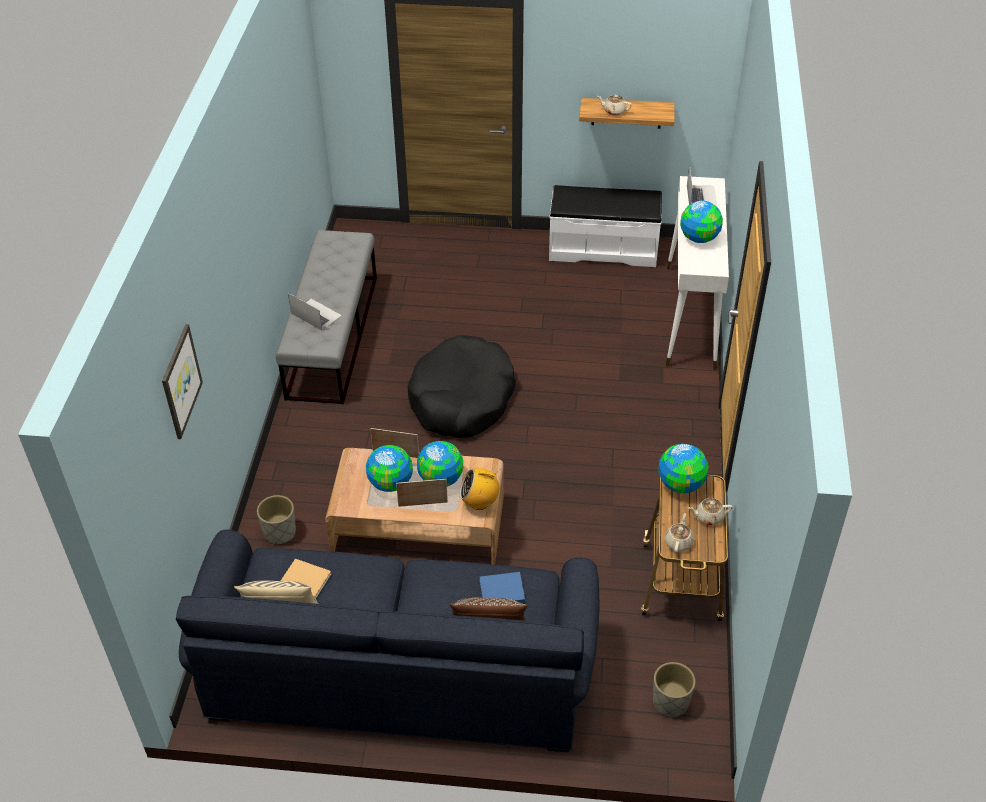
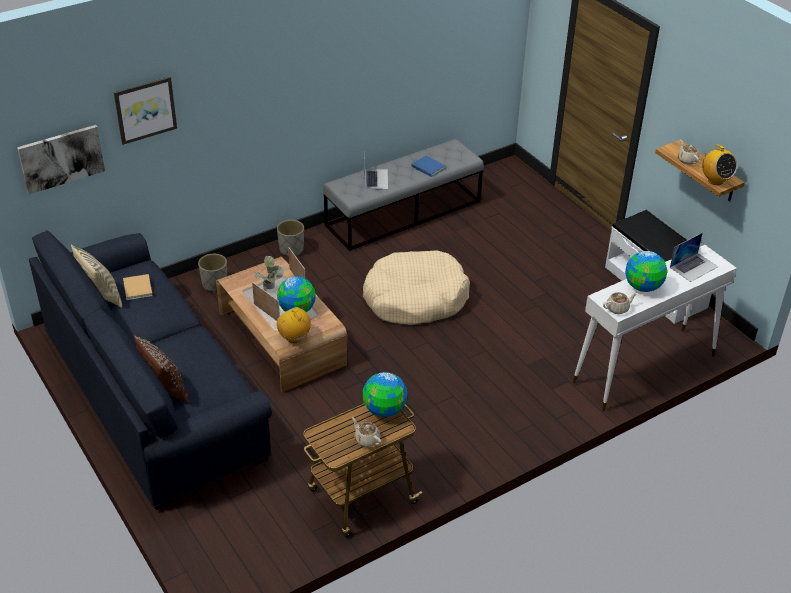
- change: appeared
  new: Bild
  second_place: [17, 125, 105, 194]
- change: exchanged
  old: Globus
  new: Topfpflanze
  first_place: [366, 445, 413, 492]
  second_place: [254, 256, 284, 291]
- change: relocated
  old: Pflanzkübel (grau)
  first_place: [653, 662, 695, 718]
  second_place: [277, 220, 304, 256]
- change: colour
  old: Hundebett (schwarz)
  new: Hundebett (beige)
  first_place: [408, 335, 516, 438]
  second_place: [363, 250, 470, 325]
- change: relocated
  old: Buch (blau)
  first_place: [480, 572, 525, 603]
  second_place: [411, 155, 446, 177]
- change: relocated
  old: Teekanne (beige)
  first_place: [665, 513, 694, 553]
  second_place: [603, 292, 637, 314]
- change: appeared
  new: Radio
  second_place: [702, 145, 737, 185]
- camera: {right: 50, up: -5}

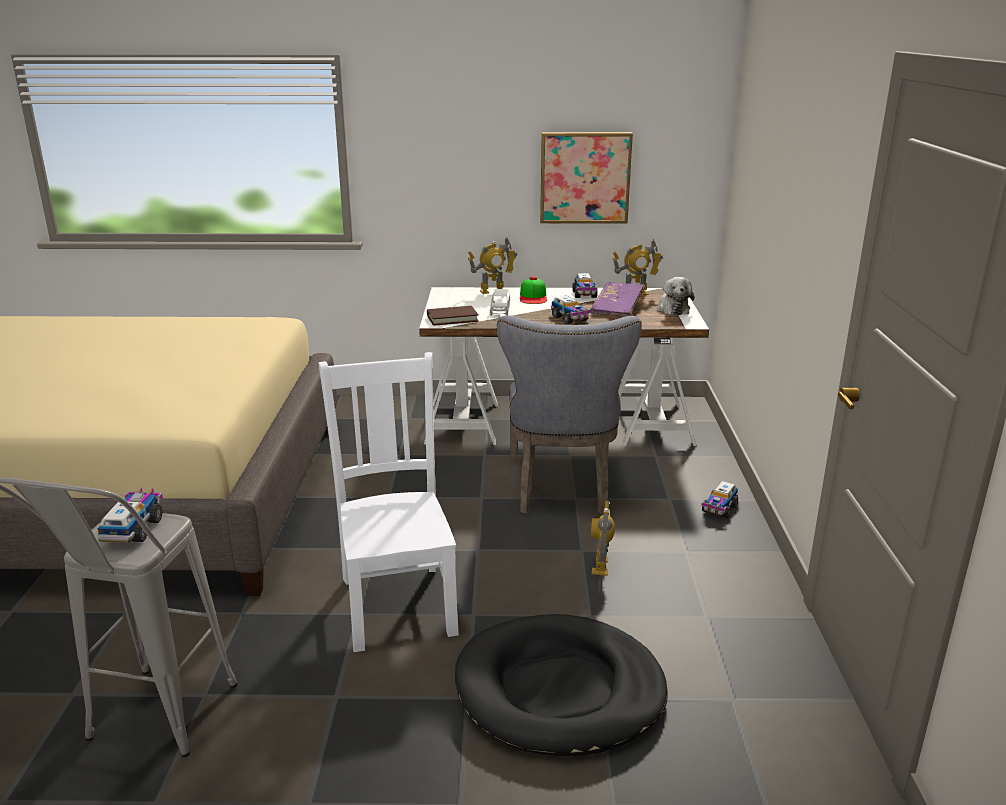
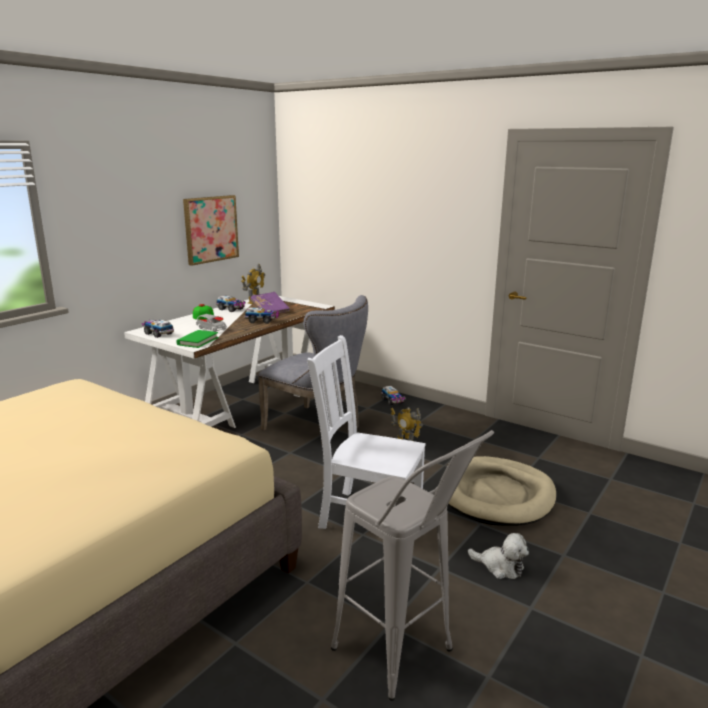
- change: relocated
  old: Spielzeuglaster
  first_place: [97, 488, 163, 543]
  second_place: [142, 320, 174, 338]
- change: colour
  old: Buch (braun)
  new: Buch (grün)
  first_place: [427, 306, 479, 326]
  second_place: [176, 330, 218, 348]
- change: colour
  old: Hundebett (schwarz)
  new: Hundebett (beige)
  first_place: [455, 614, 668, 756]
  second_place: [448, 456, 556, 526]
- change: relocated
  old: Plüschtier
  first_place: [657, 277, 694, 315]
  second_place: [468, 533, 529, 579]
- change: missing
  old: Spielzeugroboter
  first_place: [467, 237, 517, 294]
- camera: {right: -55, up: -5}

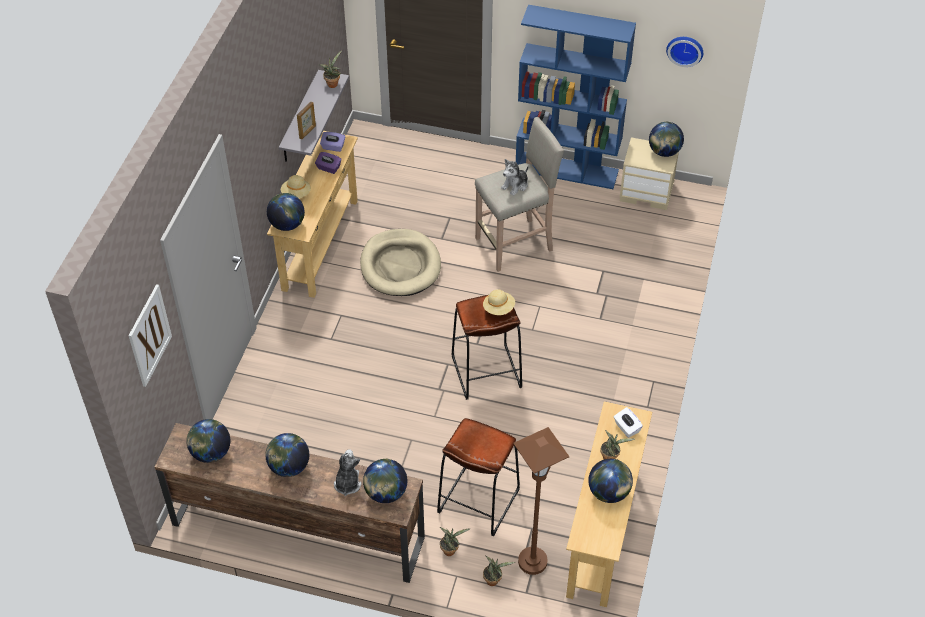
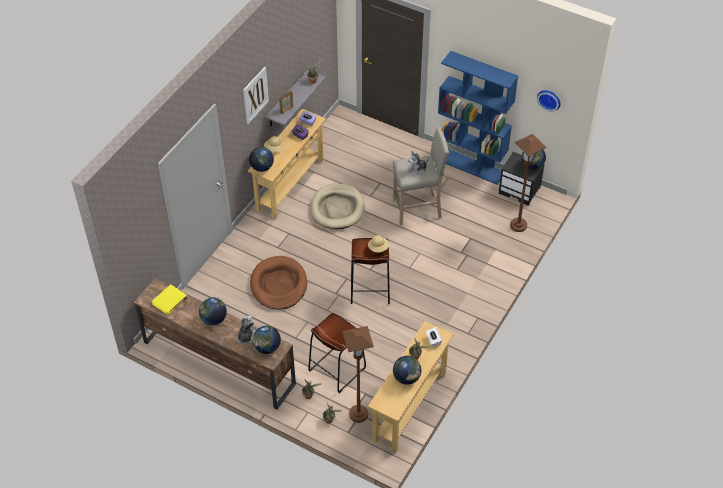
- change: exchanged
  old: Globus
  new: Buch (gelb)
  first_place: [186, 419, 231, 463]
  second_place: [152, 284, 188, 315]
- change: relocated
  old: Bild
  first_place: [129, 284, 172, 387]
  second_place: [243, 67, 269, 124]
- change: appeared
  new: Hundebett (braun)
  second_place: [250, 256, 307, 310]
- change: colour
  old: Nachttisch (beige)
  new: Nachttisch (schwarz)
  first_place: [620, 137, 679, 210]
  second_place: [499, 152, 545, 206]
- change: appeared
  new: Stehlampe (braun)
  second_place: [510, 134, 547, 232]
- camera: {right: 15, up: 0}

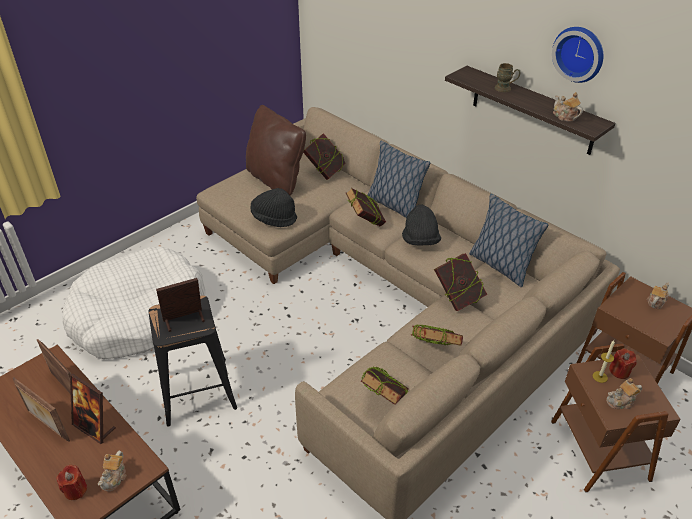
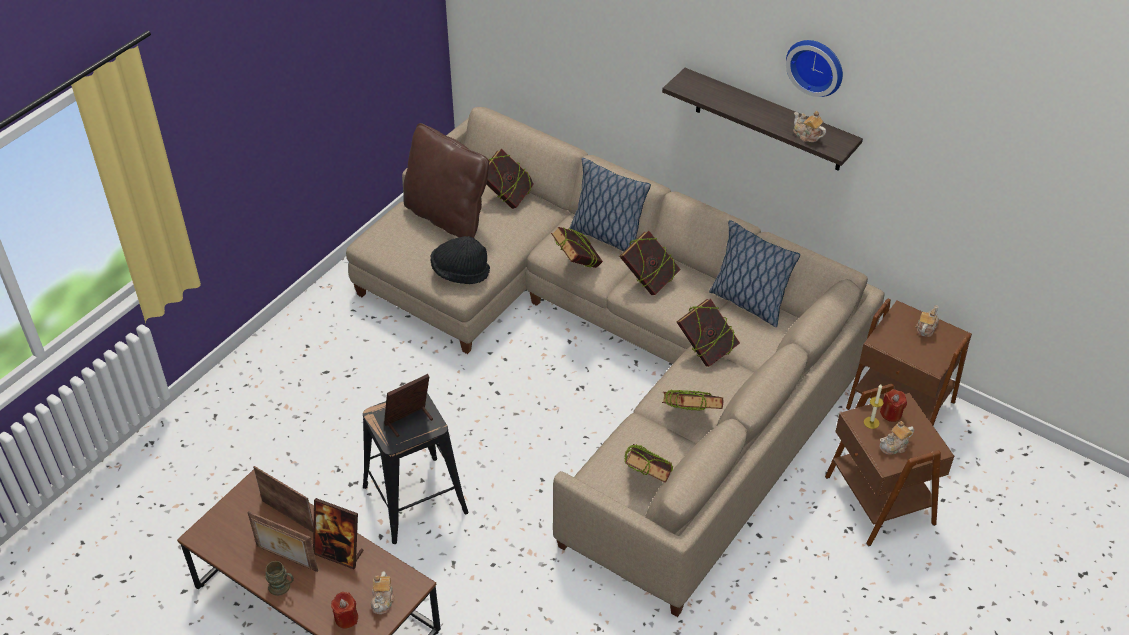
- change: relocated
  old: Henkelbecher (braun)
  first_place: [494, 63, 521, 92]
  second_place: [265, 561, 294, 596]
- change: exchanged
  old: Hut (schwarz)
  new: Buch
  first_place: [402, 204, 441, 246]
  second_place: [619, 231, 681, 295]
- change: missing
  old: Hundebett (weiß)
  first_place: [63, 247, 206, 359]
- camera: {right: -10, up: 5}

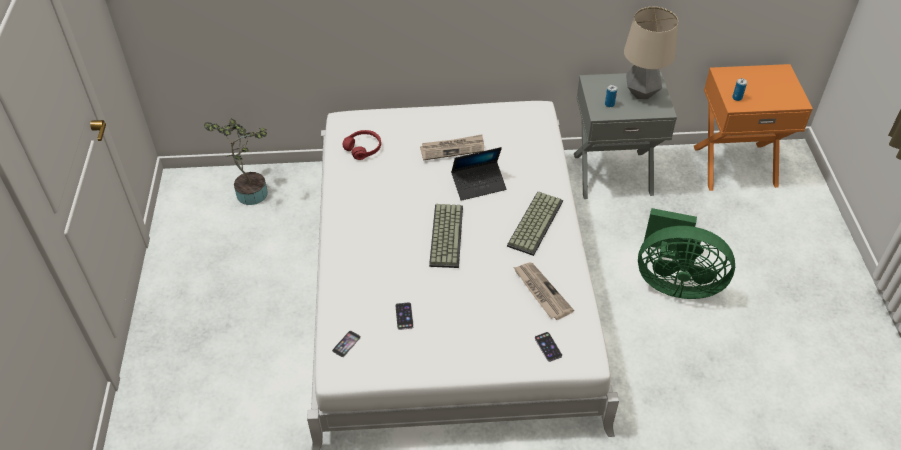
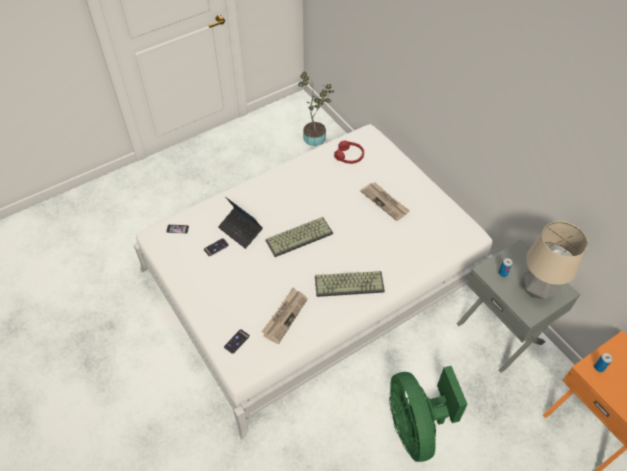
- change: relocated
  old: Laptop
  first_place: [451, 147, 506, 201]
  second_place: [218, 197, 263, 249]
- camera: {right: 60, up: 5}

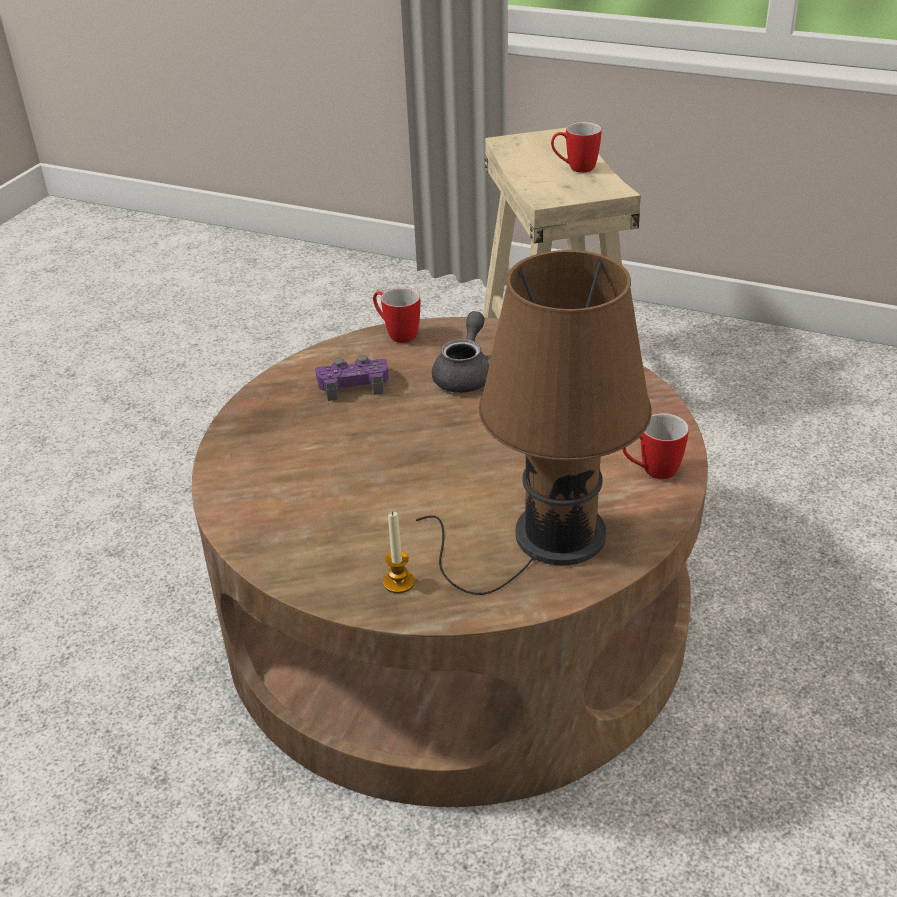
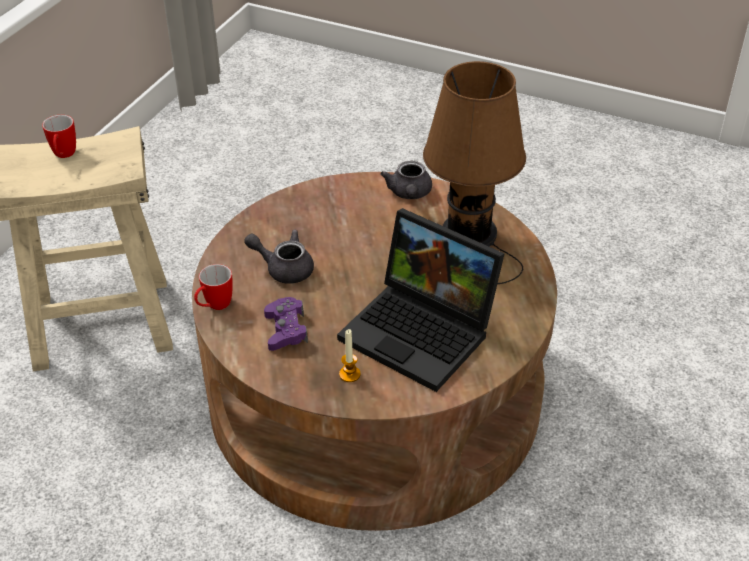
- change: appeared
  new: Laptop
  second_place: [337, 208, 505, 392]
- change: relocated
  old: Kerze
  first_place: [383, 511, 415, 593]
  second_place: [339, 329, 361, 382]
- change: exchanged
  old: Henkelbecher
  new: Teekanne (grau)
  first_place: [622, 413, 689, 479]
  second_place: [380, 161, 432, 199]
- camera: {right: -90, up: 5}

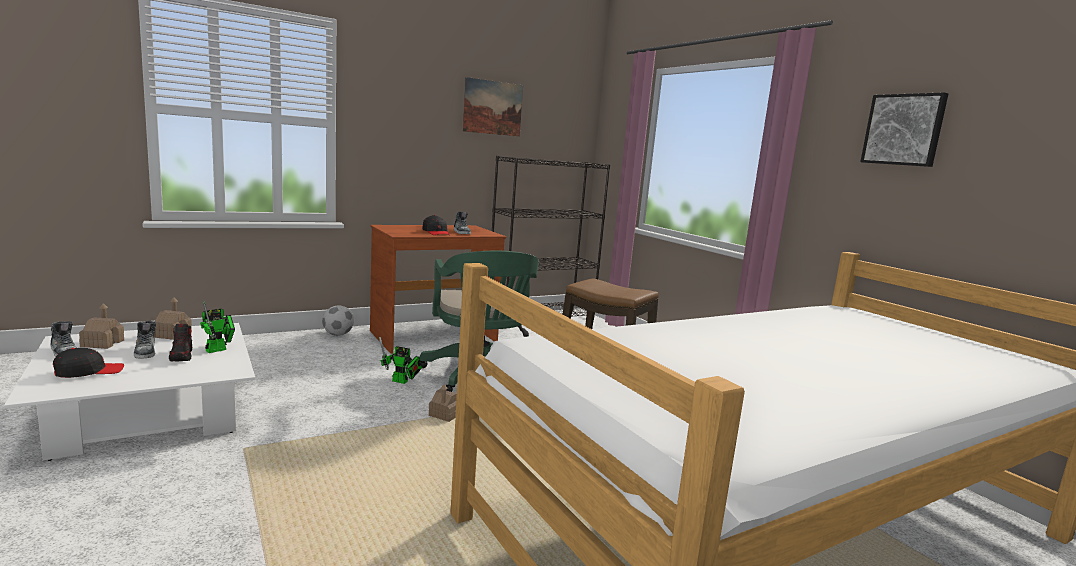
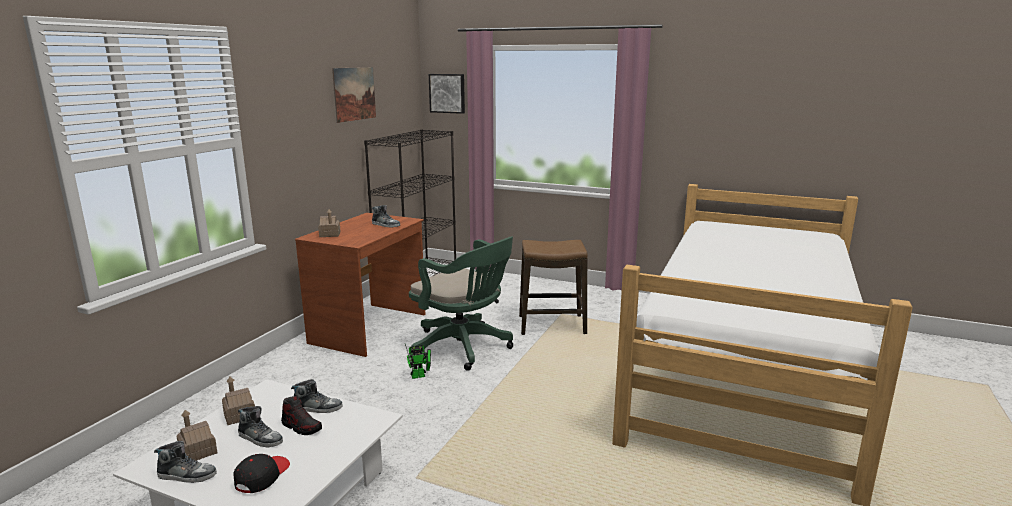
- change: exchanged
  old: Spielzeugroboter
  new: Schuh
  first_place: [200, 300, 235, 353]
  second_place: [291, 379, 342, 413]
- change: relocated
  old: Spielzeughaus
  first_place: [429, 384, 457, 422]
  second_place: [318, 209, 341, 237]
- change: relocated
  old: Bild
  first_place: [860, 92, 948, 167]
  second_place: [429, 74, 465, 114]
- change: missing
  old: Fußball
  first_place: [322, 305, 354, 336]
- change: missing
  old: Kappe (schwarz)
  first_place: [422, 215, 450, 235]
- camera: {right: -35, up: 5}

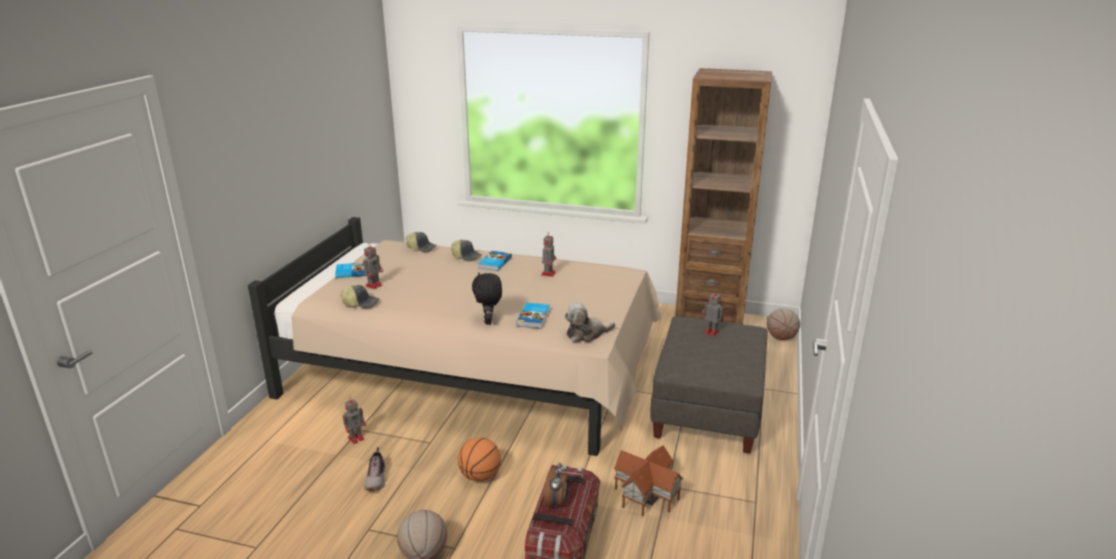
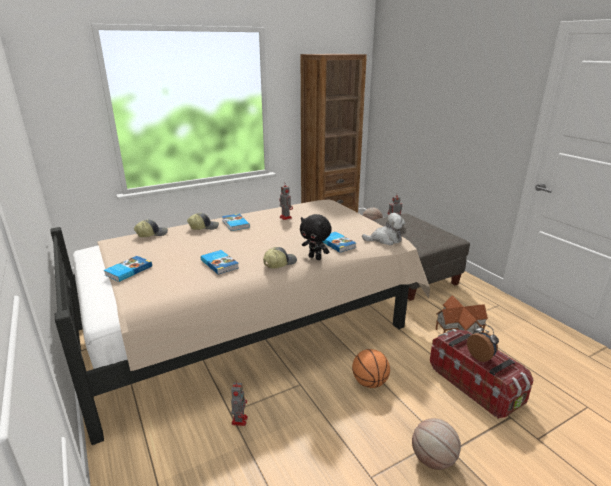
- change: appeared
  new: Buch
  second_place: [201, 250, 239, 275]
- change: relocated
  old: Kappe
  first_place: [340, 285, 379, 308]
  second_place: [263, 247, 297, 269]
- change: spun
  old: Plüschtier
  first_place: [565, 303, 615, 342]
  second_place: [362, 213, 405, 245]
  degrees: -120
- change: missing
  old: Spielzeugroboter
  first_place: [363, 244, 383, 289]
- change: missing
  old: Schuh
  first_place: [364, 447, 386, 491]
- camera: {right: -45, up: 0}

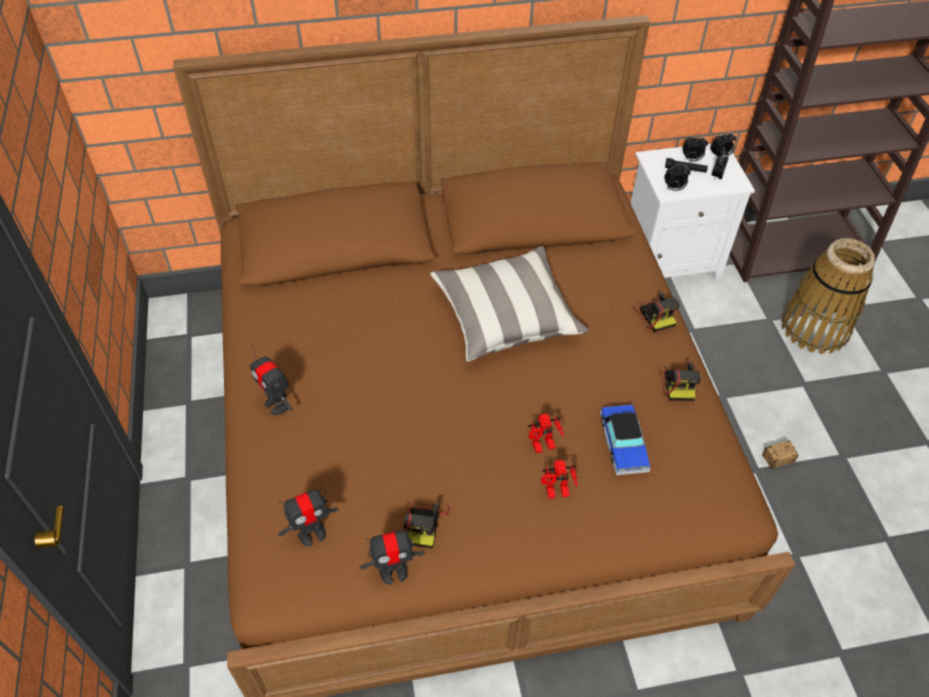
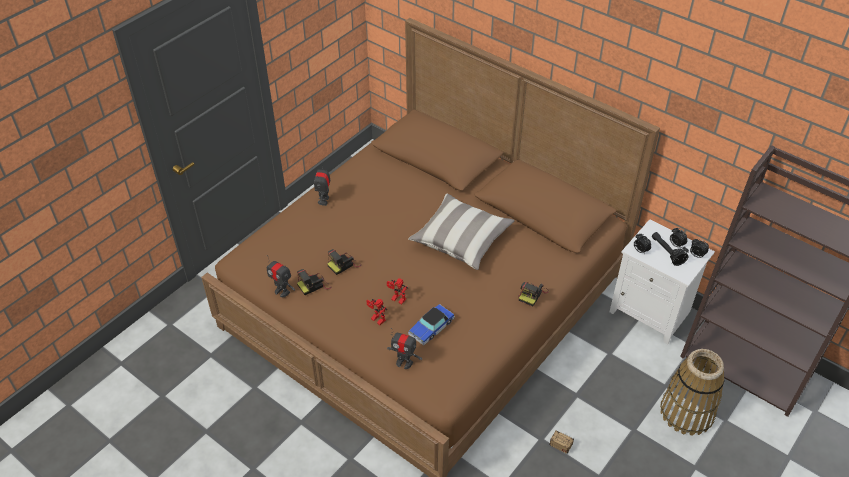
- change: relocated
  old: Kamera
  first_place: [659, 362, 701, 401]
  second_place: [327, 249, 361, 275]
- change: relocated
  old: Spielzeugroboter
  first_place: [278, 485, 339, 546]
  second_place: [387, 328, 422, 369]
- camera: {right: 50, up: -5}

